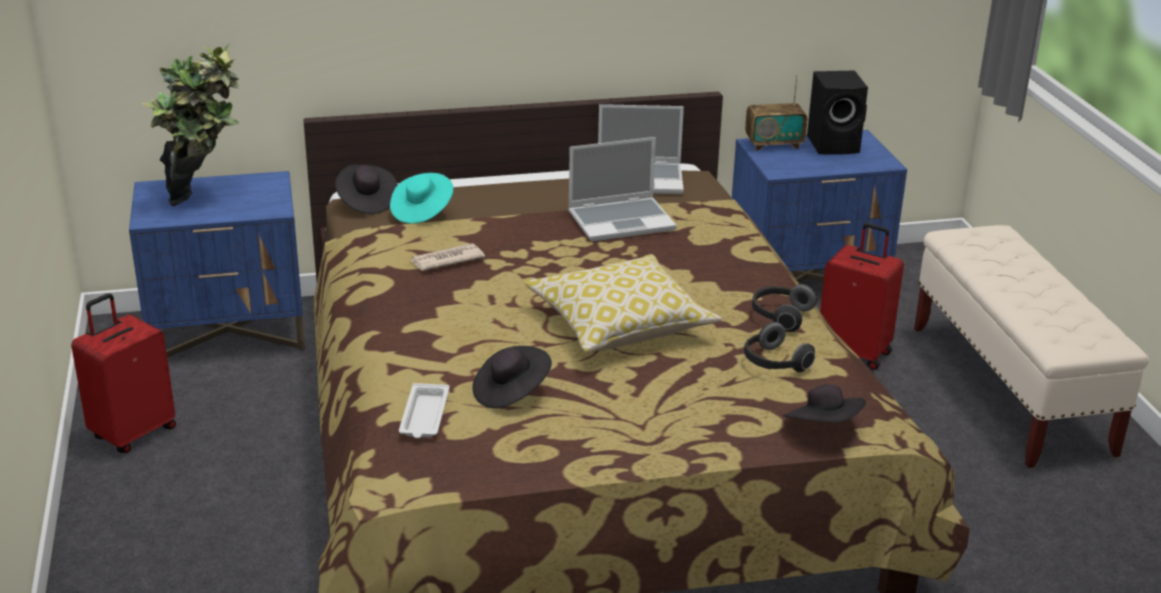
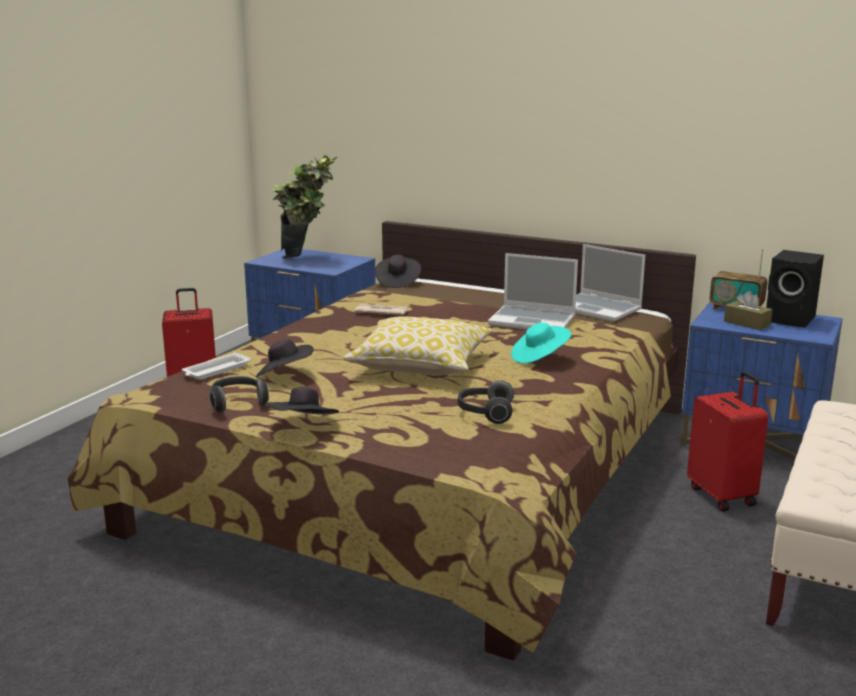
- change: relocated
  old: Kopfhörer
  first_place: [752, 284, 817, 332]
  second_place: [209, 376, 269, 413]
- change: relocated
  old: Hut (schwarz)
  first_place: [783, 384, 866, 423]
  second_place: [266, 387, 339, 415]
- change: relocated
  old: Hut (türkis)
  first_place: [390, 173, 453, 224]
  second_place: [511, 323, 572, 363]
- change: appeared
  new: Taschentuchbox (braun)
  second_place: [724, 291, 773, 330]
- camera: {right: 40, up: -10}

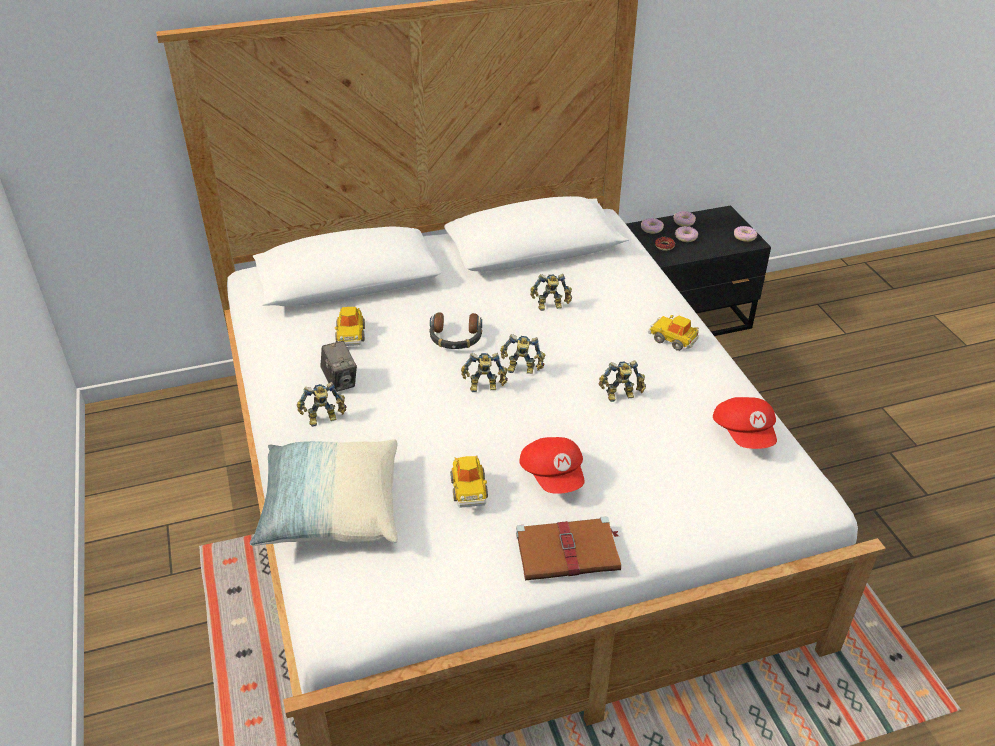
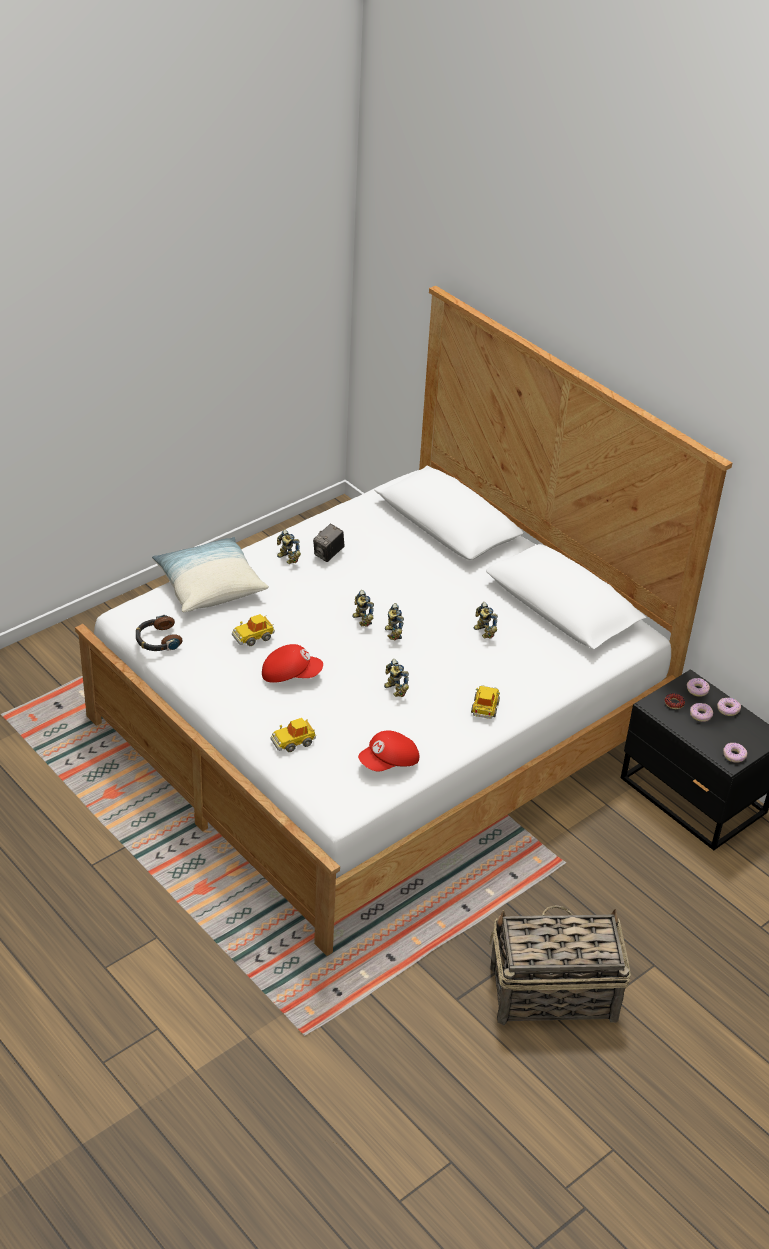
- change: relocated
  old: Kopfhörer
  first_place: [430, 312, 482, 349]
  second_place: [136, 615, 182, 651]
- change: spun
  old: Kappe (rot)
  first_place: [519, 437, 584, 494]
  second_place: [262, 644, 323, 683]
  degrees: -135
- change: relocated
  old: Spielzeugauto
  first_place: [335, 307, 365, 346]
  second_place: [270, 718, 316, 752]
- change: appeared
  new: Korb
  second_place: [489, 905, 631, 1025]
- change: missing
  old: Buch (braun)
  first_place: [516, 516, 621, 580]
- camera: {right: 65, up: 0}

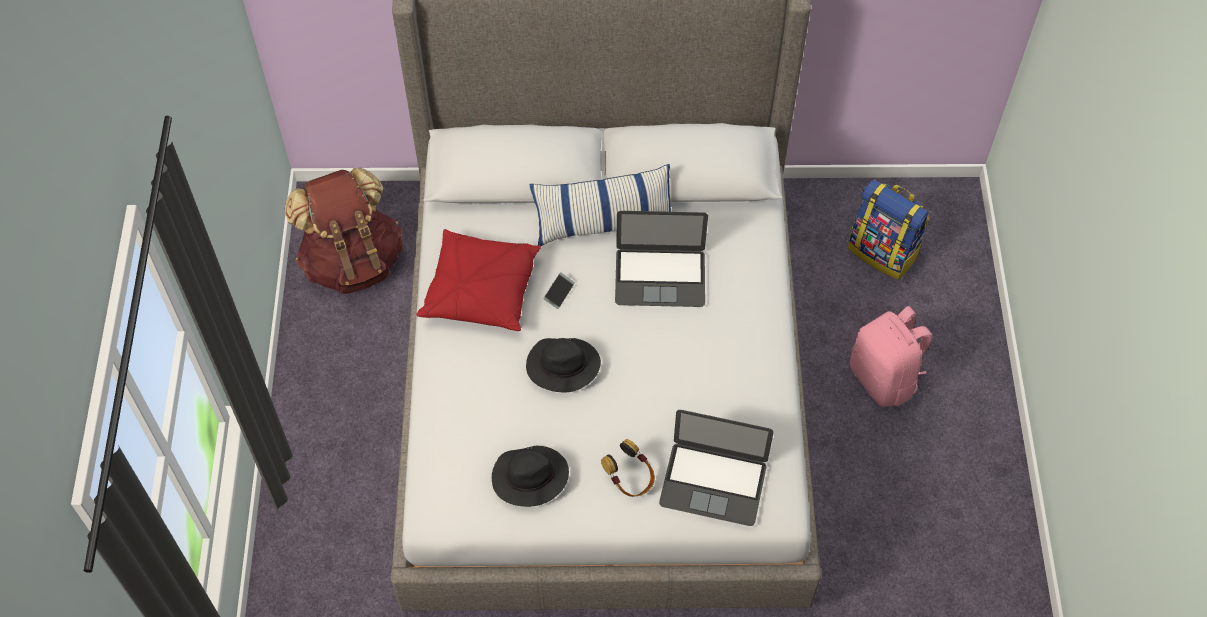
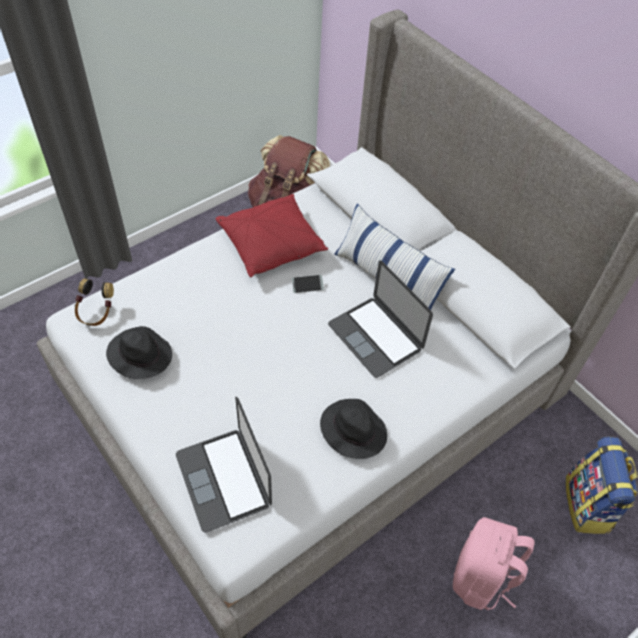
- change: relocated
  old: Kopfhörer
  first_place: [601, 439, 655, 497]
  second_place: [75, 278, 114, 326]
- change: relocated
  old: Hut (schwarz)
  first_place: [526, 338, 601, 392]
  second_place: [320, 399, 387, 459]
- camera: {right: 50, up: -5}

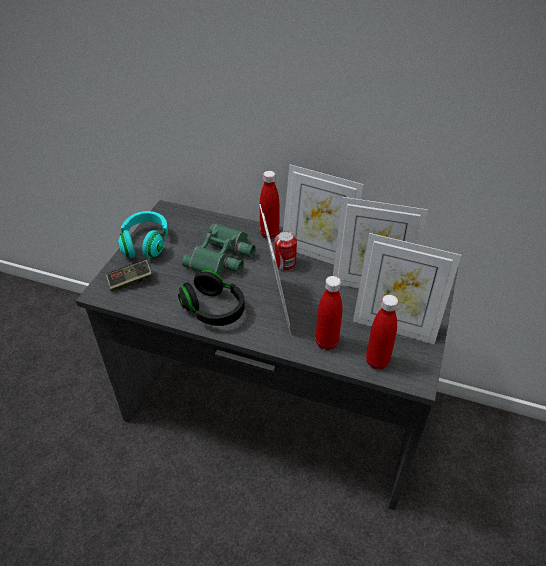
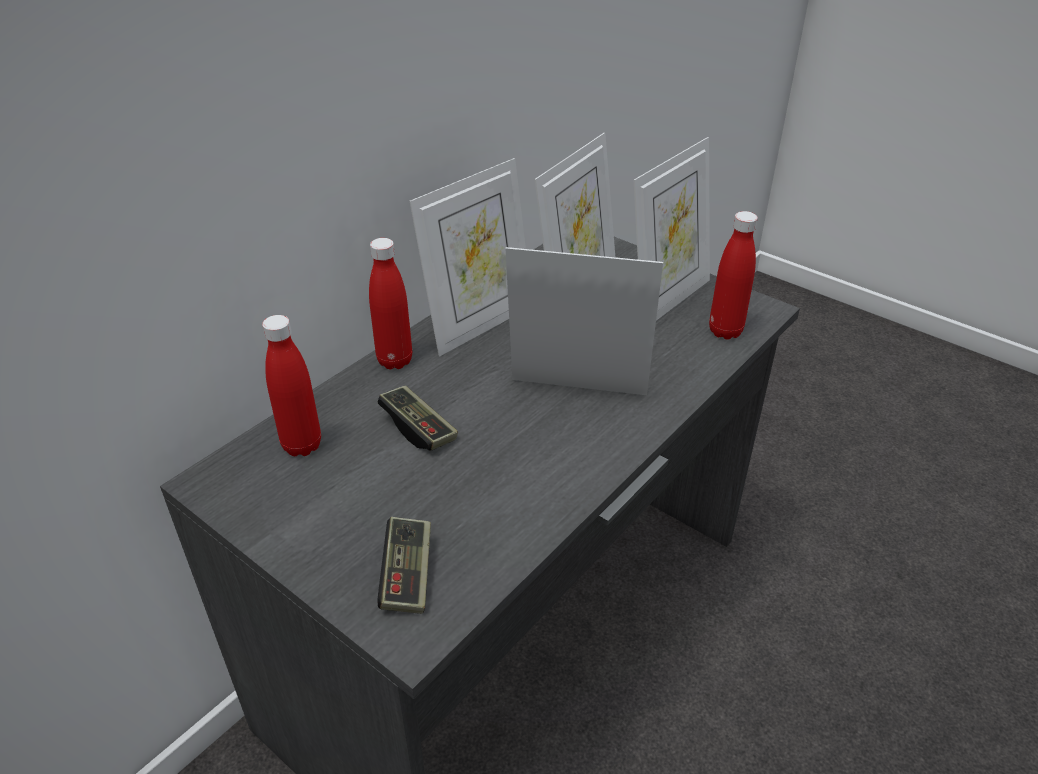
- change: relocated
  old: Flasche (rot)
  first_place: [316, 276, 342, 350]
  second_place: [262, 315, 321, 456]
- change: exchanged
  old: Fernglas (grün)
  new: Gamepad
  first_place: [182, 224, 255, 276]
  second_place: [378, 385, 458, 451]
- change: missing
  old: Kopfhörer (türkis)
  first_place: [118, 211, 168, 258]
- change: missing
  old: Kopfhörer (schwarz)
  first_place: [178, 270, 245, 326]
- change: missing
  old: Dose
  first_place: [274, 231, 297, 271]
- camera: {right: -70, up: -5}

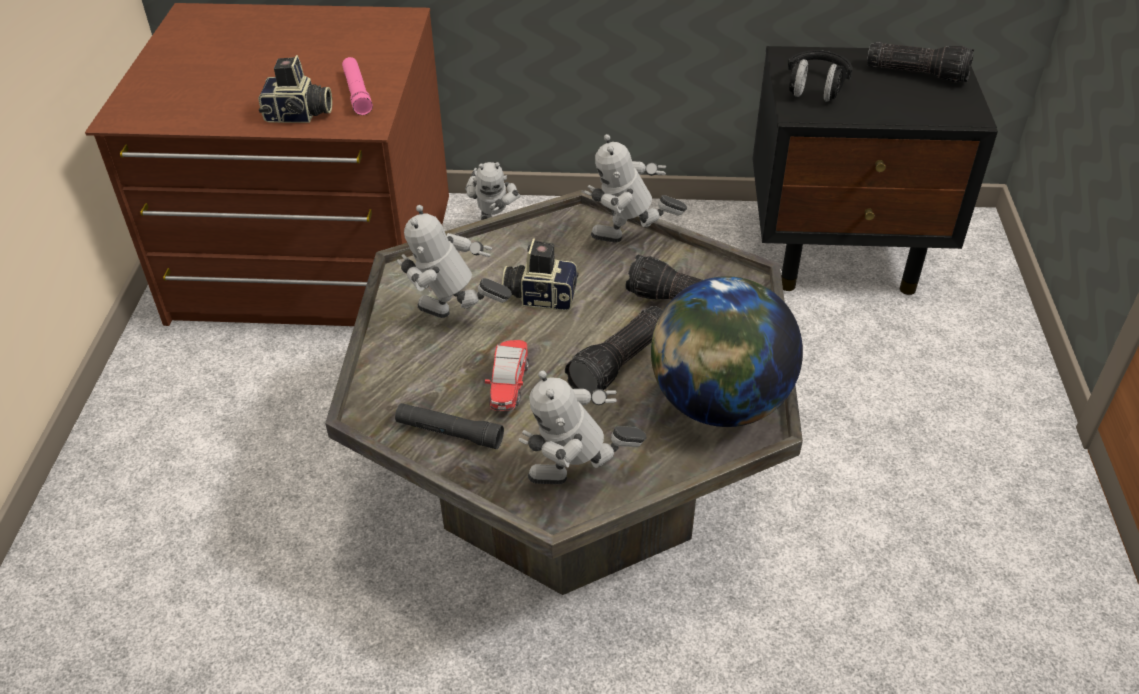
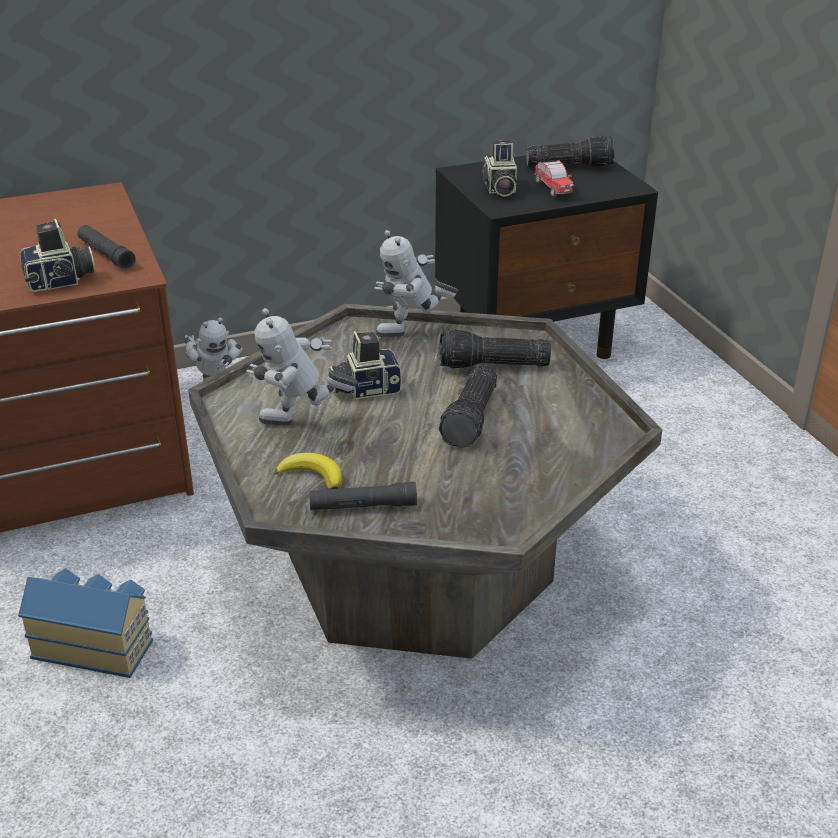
- change: appeared
  new: Spielzeughaus
  second_place: [18, 568, 153, 678]
- change: colour
  old: Taschenlampe (rosa)
  new: Taschenlampe (schwarz)
  first_place: [342, 57, 373, 115]
  second_place: [77, 225, 136, 270]
- change: appeared
  new: Banane
  second_place: [275, 453, 342, 489]
- change: exchanged
  old: Kopfhörer (schwarz)
  new: Kamera
  first_place: [788, 50, 852, 102]
  second_place: [482, 141, 517, 197]
- change: relocated
  old: Spielzeugauto
  first_place: [485, 340, 529, 411]
  second_place: [534, 160, 573, 198]
- change: missing
  old: Spielzeugroboter
  first_place: [518, 370, 647, 484]
- change: missing
  old: Globus
  first_place: [651, 276, 803, 427]
- camera: {right: -25, up: -10}

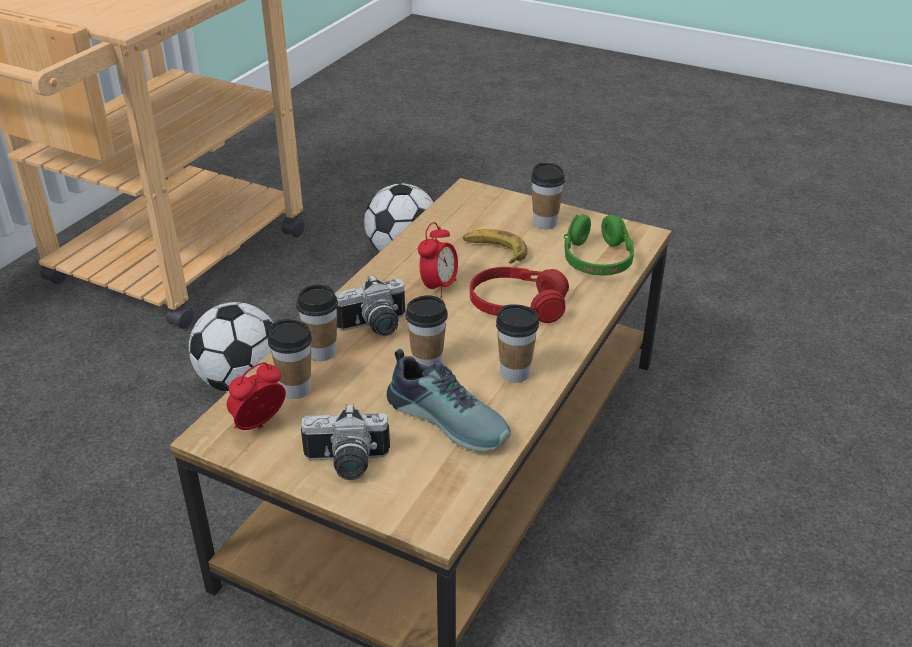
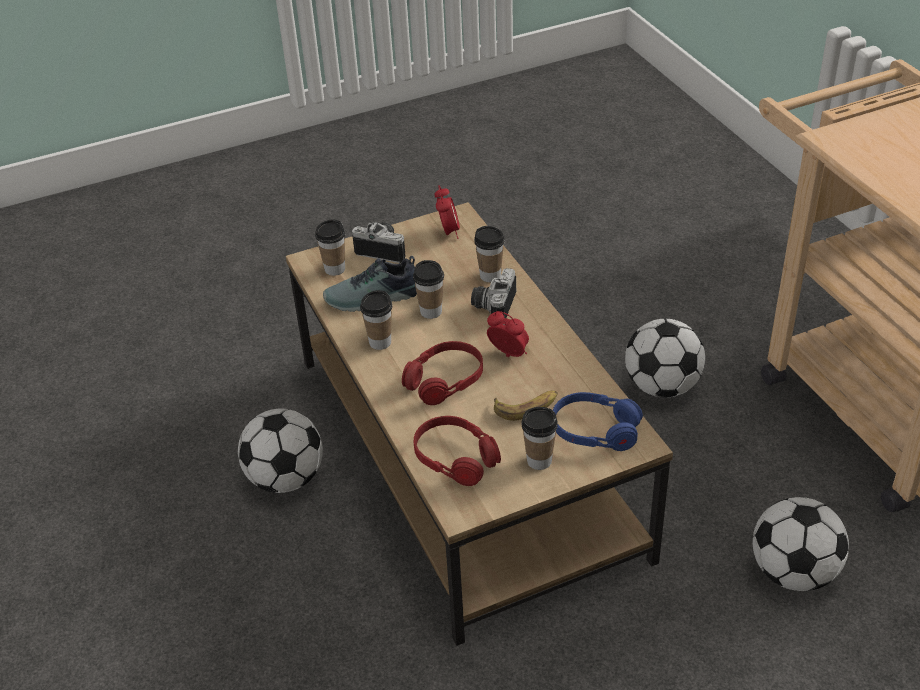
- change: appeared
  new: Fußball
  second_place: [238, 408, 323, 493]
- change: relocated
  old: Tasse
  first_place: [268, 319, 312, 399]
  second_place: [315, 219, 345, 276]
- change: spun
  old: Kamera
  first_place: [301, 404, 390, 480]
  second_place: [352, 222, 406, 263]
  degrees: 75
- change: colour
  old: Kopfhörer (grün)
  new: Kopfhörer (rot)
  first_place: [564, 214, 634, 276]
  second_place: [414, 416, 501, 486]
- change: spun
  old: Wecker
  first_place: [418, 222, 458, 298]
  second_place: [487, 311, 529, 357]
  degrees: 150
- change: appeared
  new: Kopfhörer (blau)
  second_place: [553, 392, 643, 451]
- camera: {right: 130, up: 5}

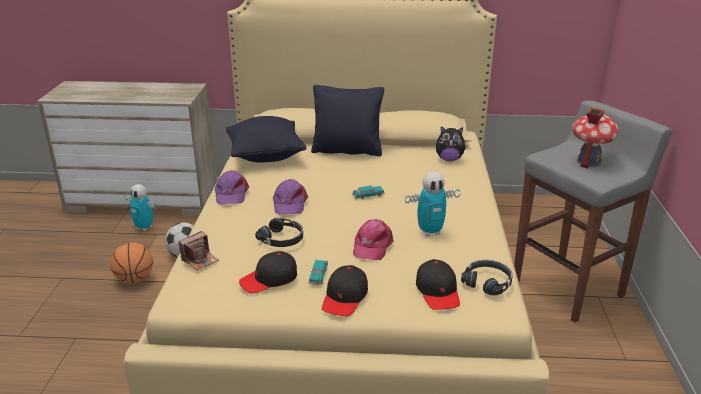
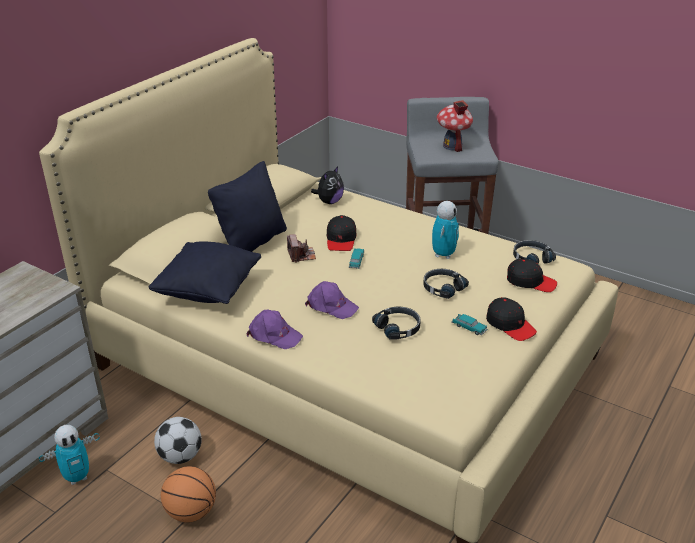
- change: relocated
  old: Kamera
  first_place: [178, 231, 219, 271]
  second_place: [287, 234, 316, 263]
- change: relocated
  old: Kappe (schwarz)
  first_place: [239, 251, 297, 293]
  second_place: [327, 215, 356, 251]
- change: exchanged
  old: Kappe (rosa)
  new: Kopfhörer (schwarz)
  first_place: [353, 219, 394, 260]
  second_place: [423, 269, 469, 299]
- camera: {right: -60, up: 5}

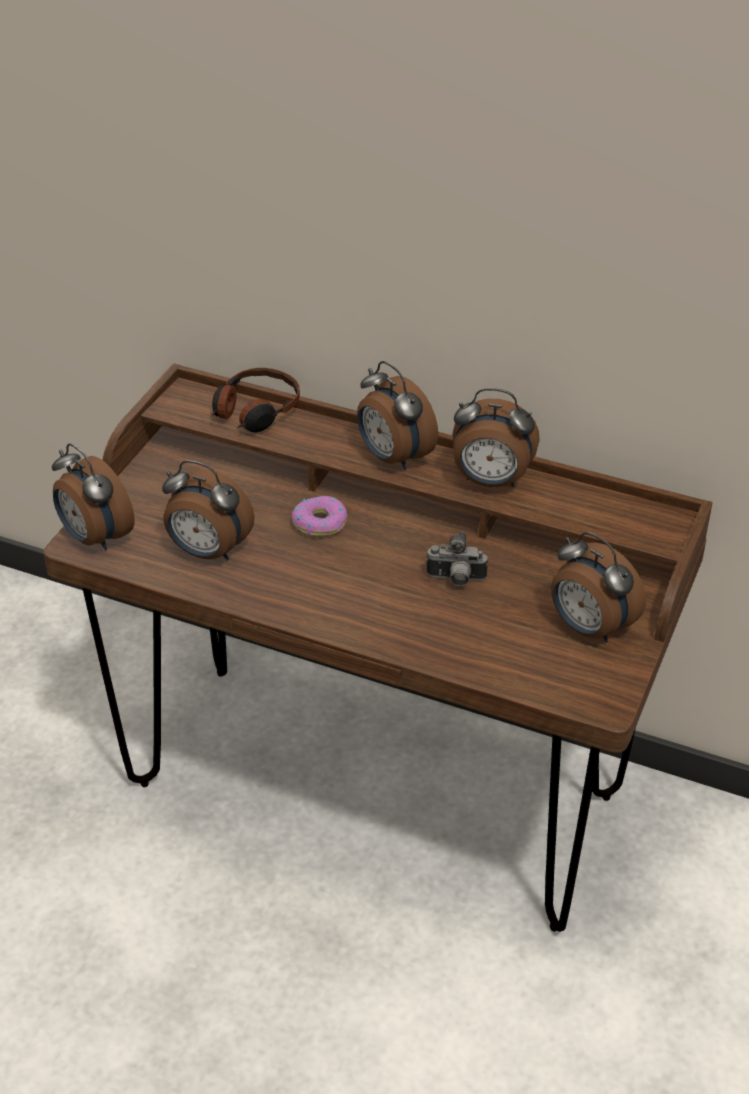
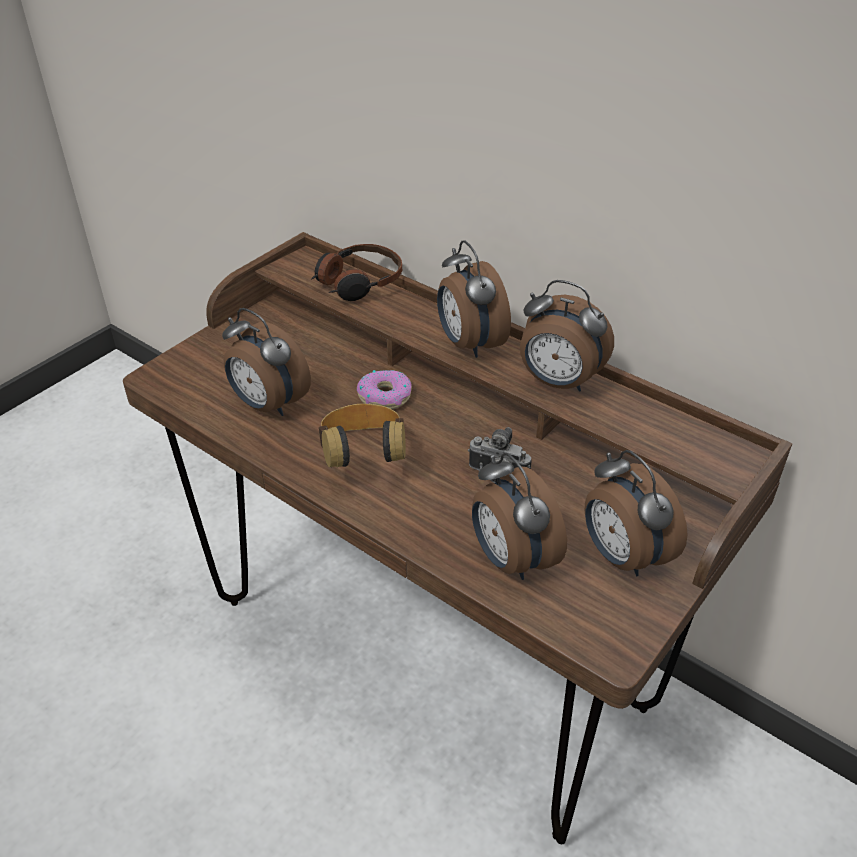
- change: appeared
  new: Kopfhörer
  second_place: [319, 404, 406, 467]
- change: relocated
  old: Wecker
  first_place: [52, 443, 135, 551]
  second_place: [472, 453, 567, 580]
- camera: {right: 15, up: 0}

